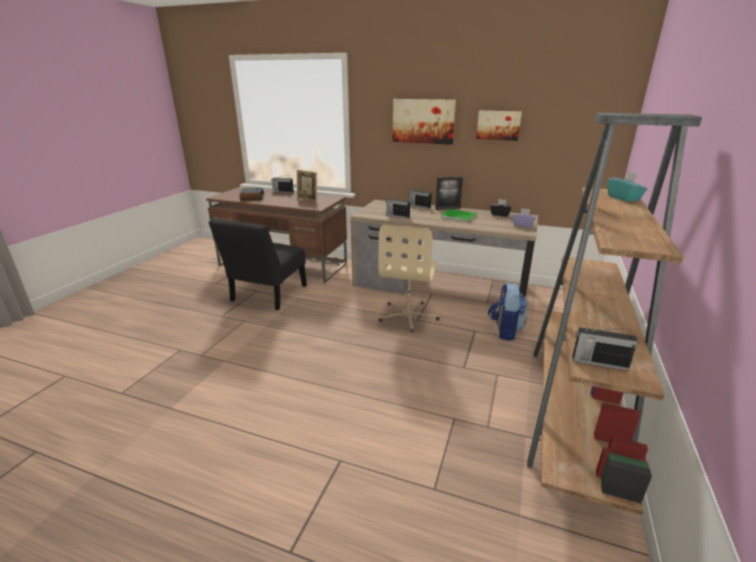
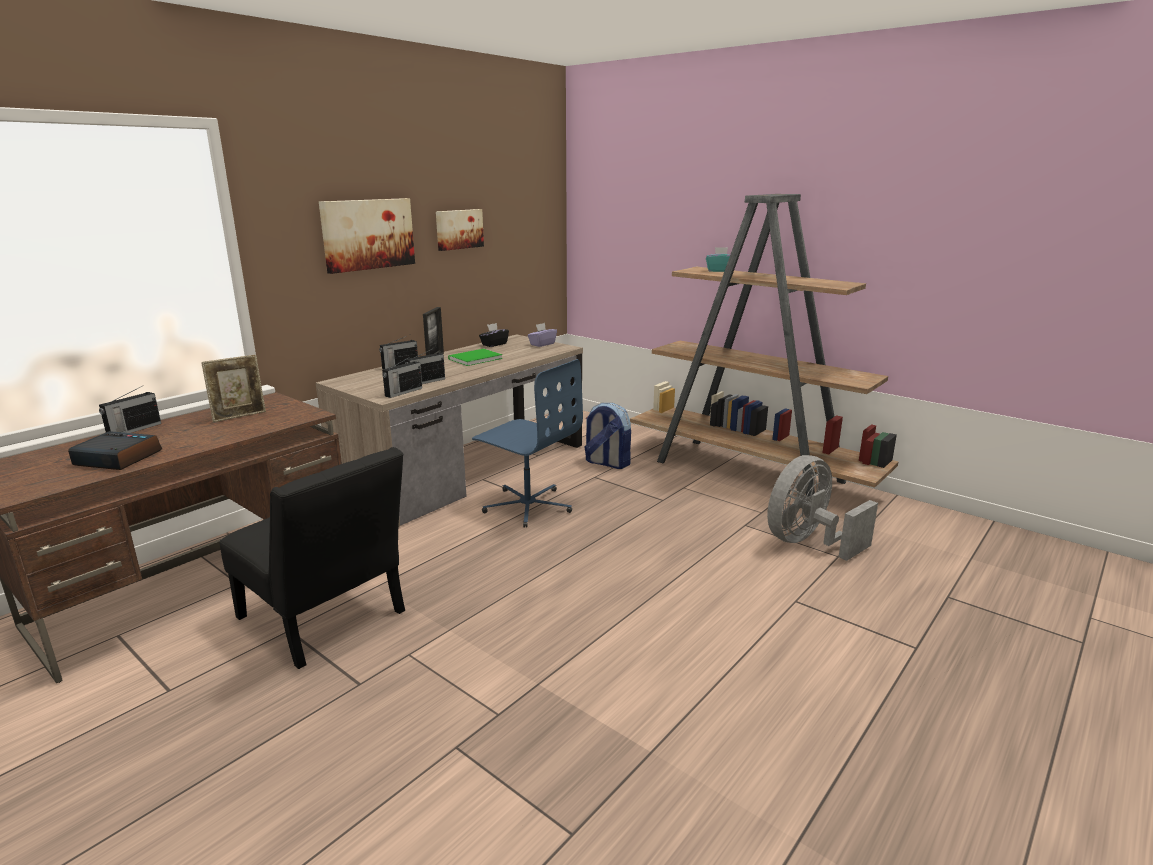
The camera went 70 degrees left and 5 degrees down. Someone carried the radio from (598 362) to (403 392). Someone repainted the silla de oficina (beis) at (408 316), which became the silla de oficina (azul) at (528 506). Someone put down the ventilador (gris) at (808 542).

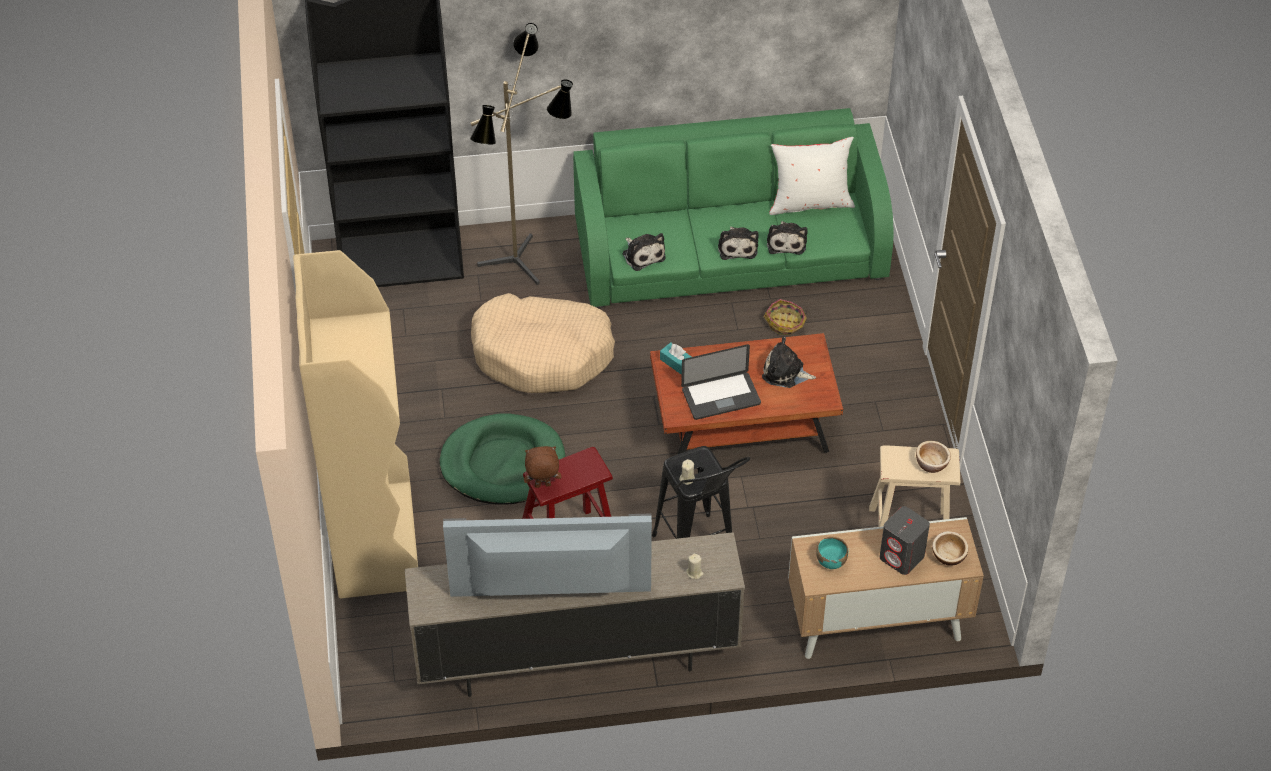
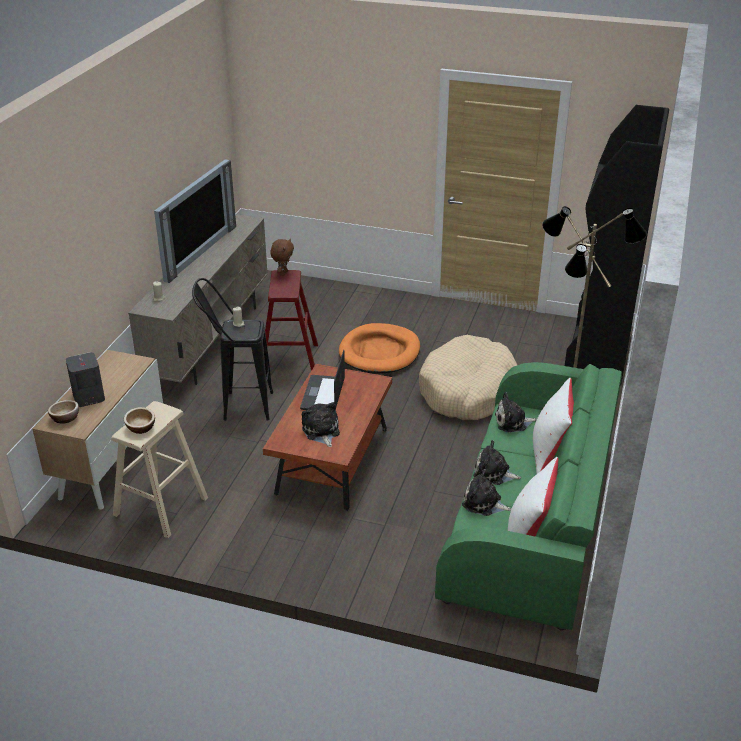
The camera went 115 degrees right and 15 degrees down. Someone rotated the peluche at (785 373) by 60 degrees counterclockwise. Someone repainted the cama para perro (verde) at (503 463), which became the cama para perro (naranja) at (380 352). Someone put down the cojín (blanco) at (550 452). Someone took away the estantería (beis) at (374 539). Someone took away the caja de pañuelos (turquesa) at (676 362). Someone took away the cesta at (785 323). Someone took away the cuenco (turquesa) at (831 561).

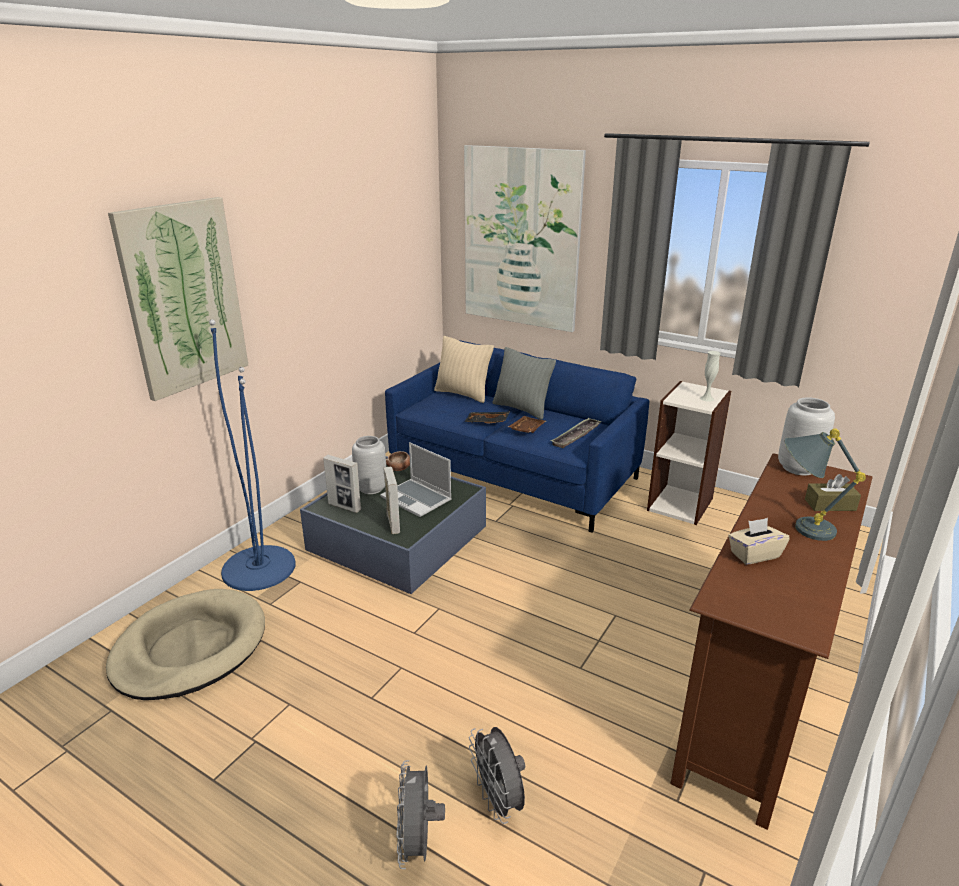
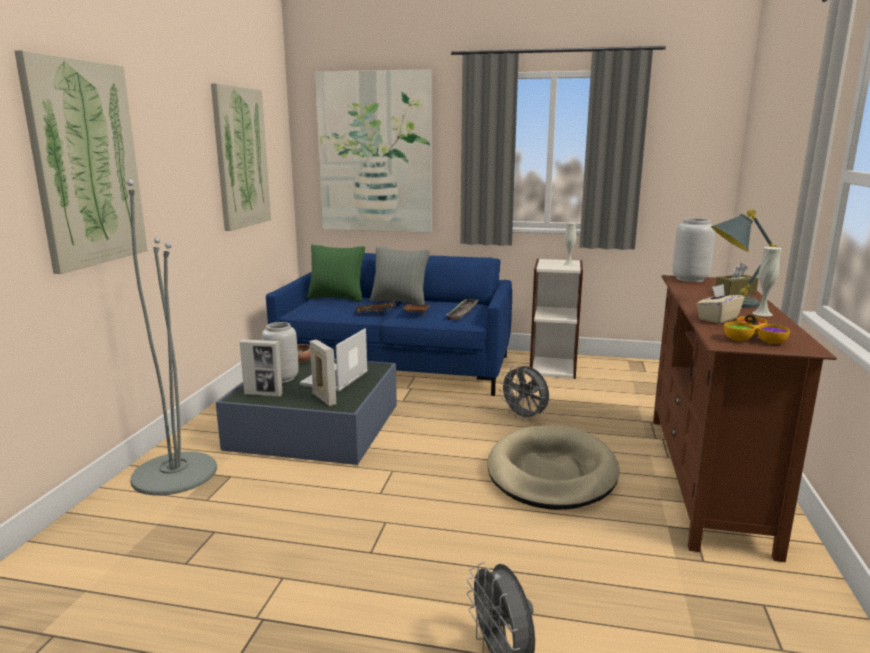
The camera went 20 degrees left and 10 degrees down. Someone repainted the lámpara de pie (azul) at (259 568), which became the lámpara de pie (gris) at (174 473). Someone put up the cuadro at (241 157). Someone rotated the portátil at (417 499) by 90 degrees clockwise. Someone repainted the cojín (beis) at (463 394), which became the cojín (verde) at (337 298). Someone carried the cama para perro (beis) from (190 648) to (551 473). Someone carried the ventilador (gris) from (498 801) to (524 417). Someone put down the cuenco at (752 338). Someone put down the florero (blanco) at (762 313).

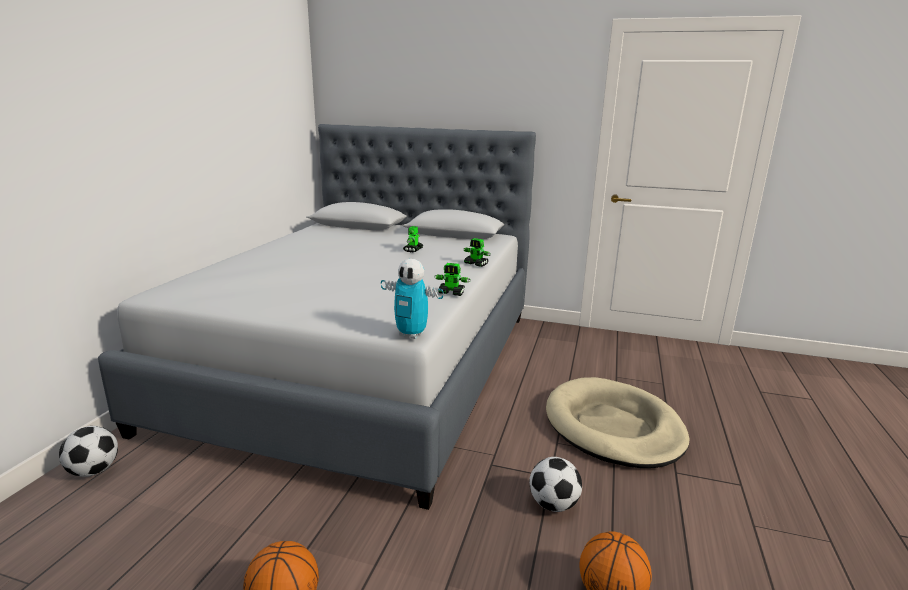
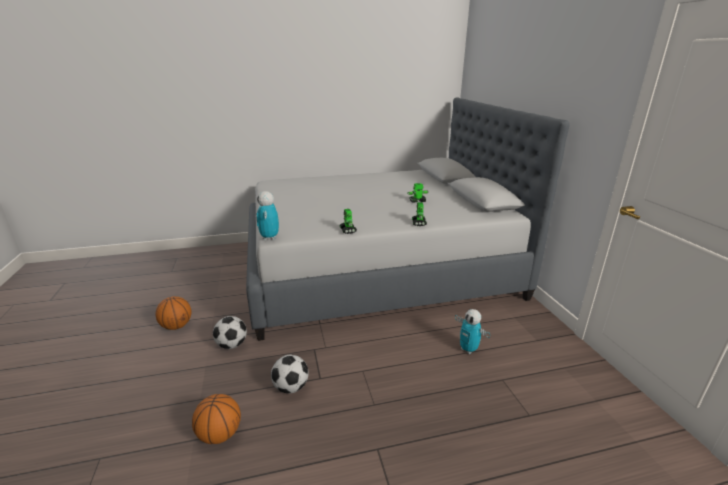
The camera went 60 degrees right and 5 degrees up. Someone carried the balón de fútbol from (94 471) to (232 345). Someone put down the robot de juguete at (468 349). Someone took away the cama para perro (beis) at (613 427).

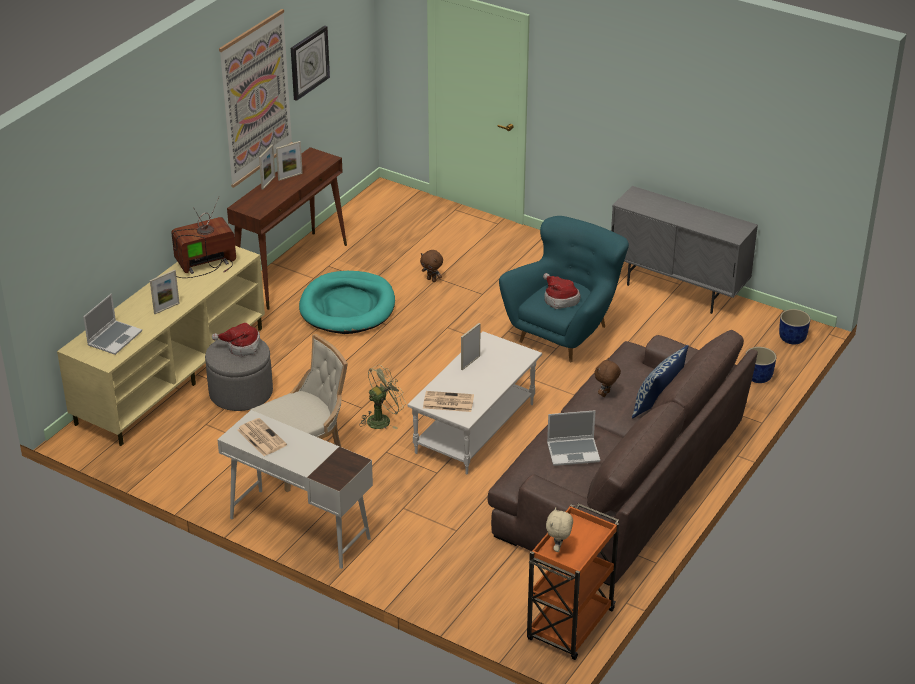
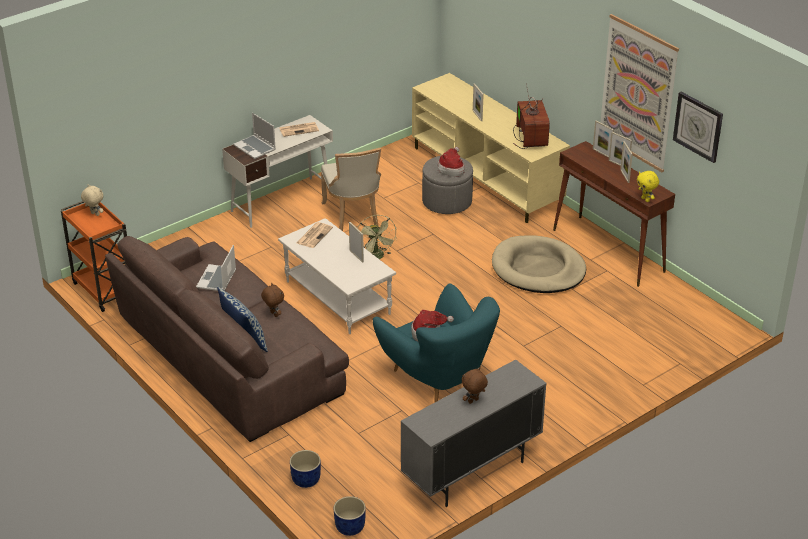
The camera went 110 degrees right and 0 degrees up. Someone carried the portátil from (114 338) to (255 148). Someone carried the peluche (marrón) from (432 280) to (473 401). Someone repainted the cama para perro (turquesa) at (347 307), which became the cama para perro (beis) at (538 269). Someone put down the portarretratos at (601 153). Someone put down the peluche (amarillo) at (646 199).

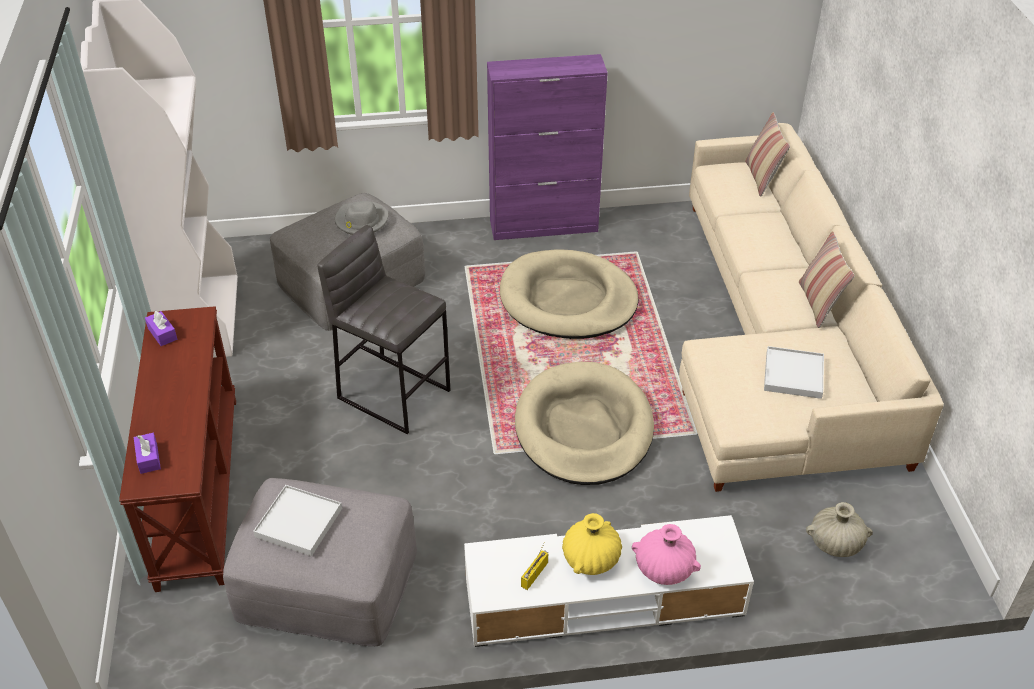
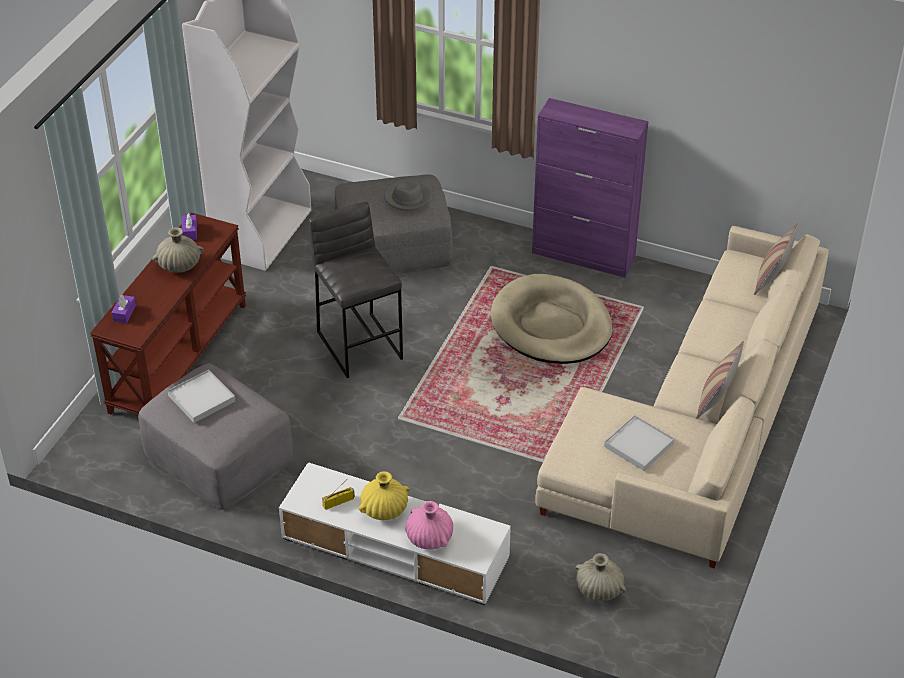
The camera went 30 degrees right and 0 degrees up. Someone put down the florero (beis) at (179 265). Someone took away the cama para perro (beis) at (584 428).

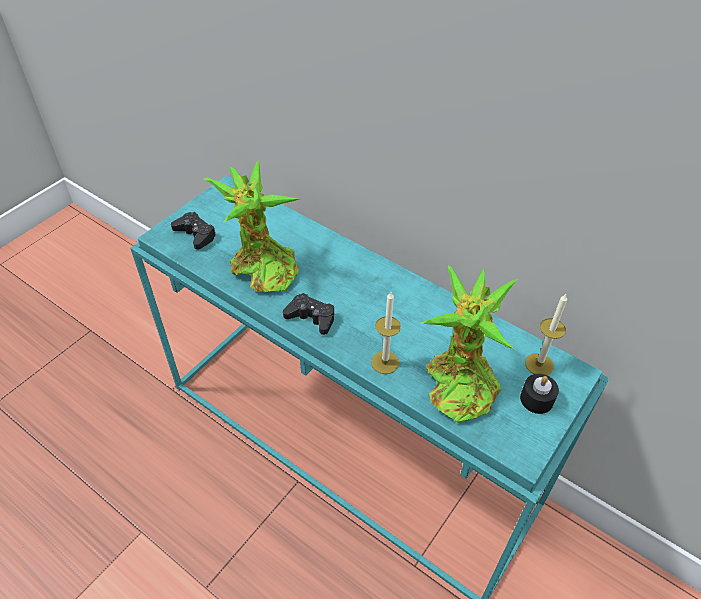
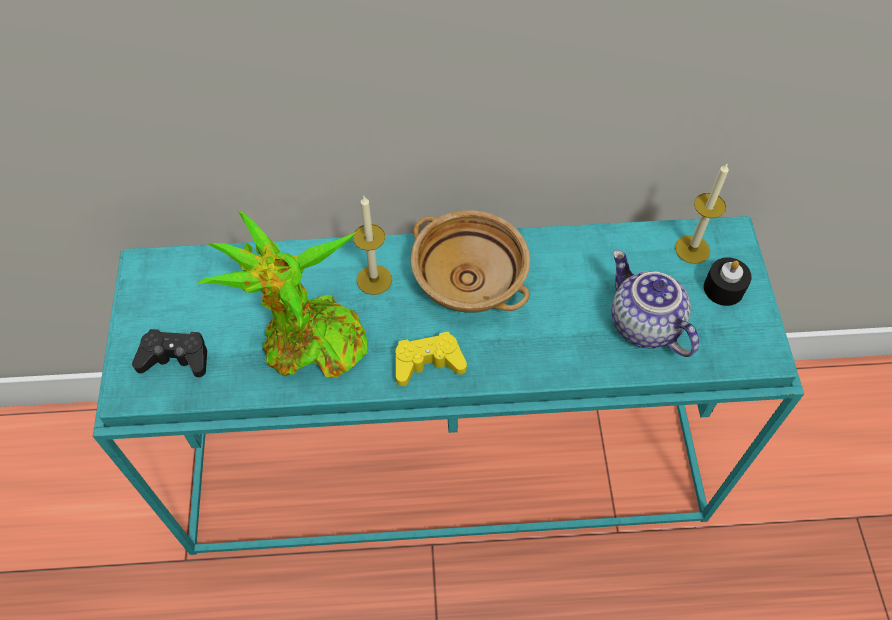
The camera went 40 degrees left and 10 degrees up. Someone carried the vela from (385 362) to (374 279). Someone repainted the mando de consola (negro) at (311 317), which became the mando de consola (amarillo) at (428 363). Someone put down the cuenco (beis) at (470 279). Someone swapped the planta en maceta at (458 383) for the tetera at (642 325).

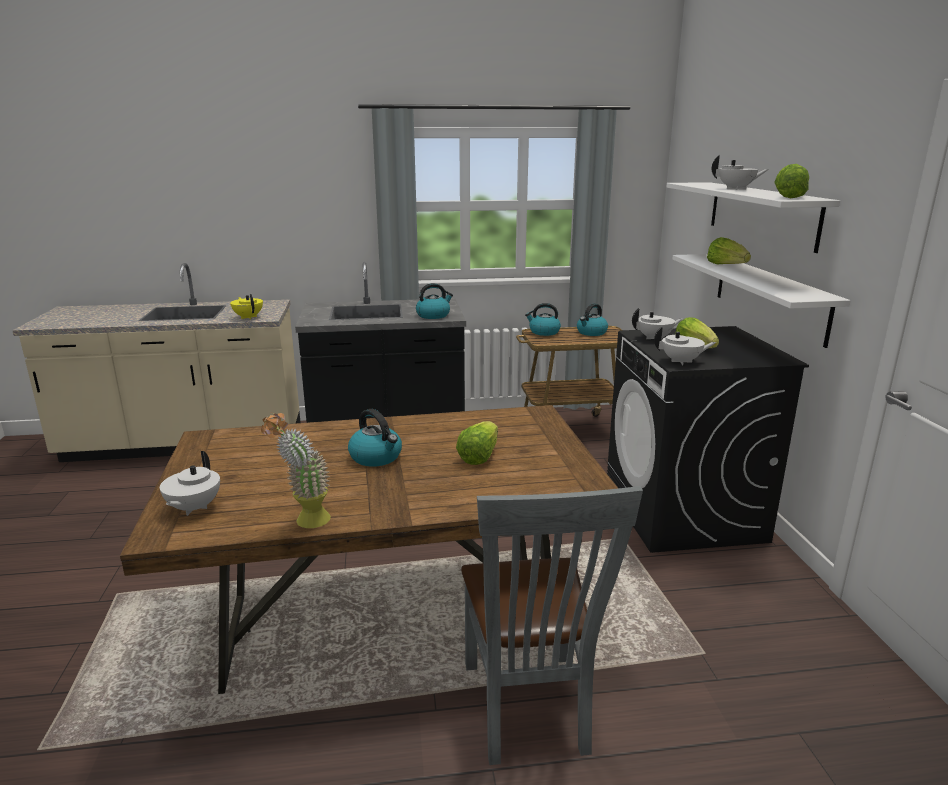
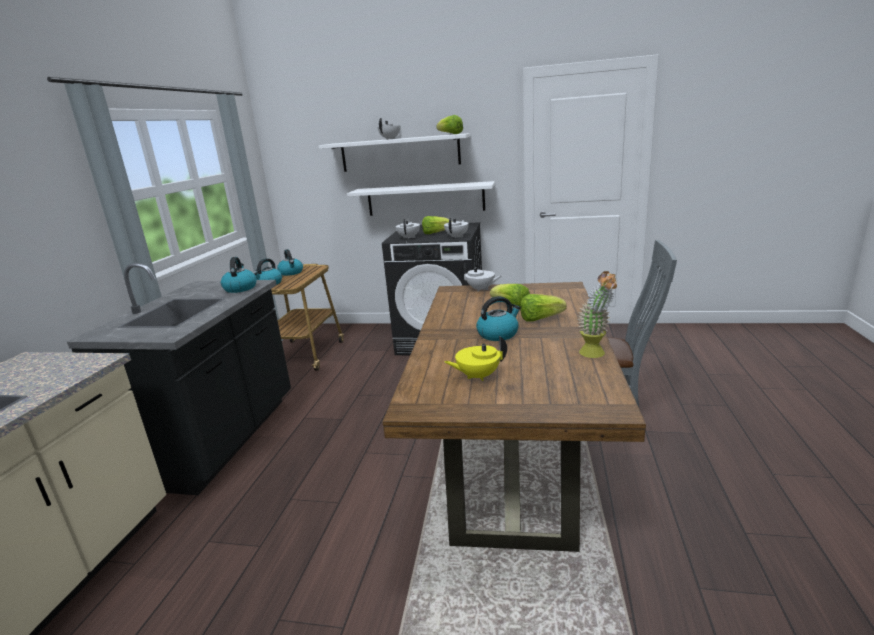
The camera went 70 degrees left and 0 degrees up. Someone carried the tetera (amarillo) from (248 317) to (477 376). Someone carried the tetera (blanco) from (193 508) to (481 289). Someone carried the lechuga from (726 266) to (540 319).

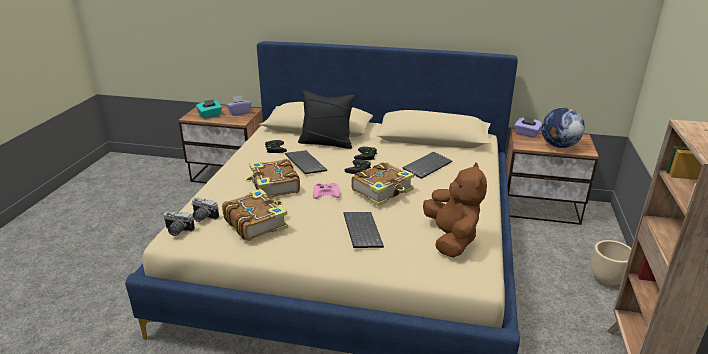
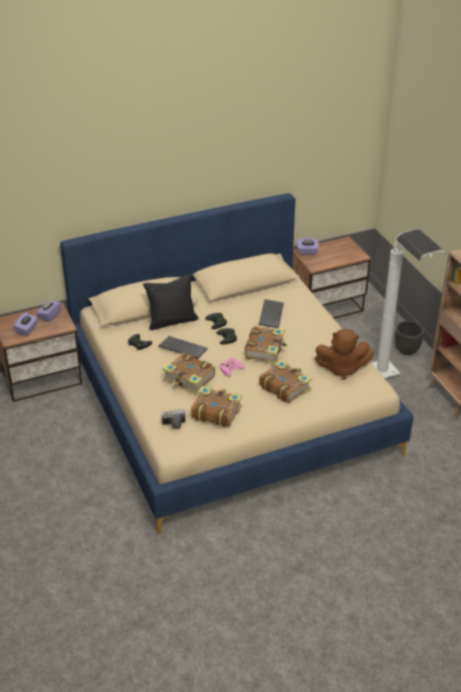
The camera went 35 degrees left and 10 degrees up. Someone repainted the caja de pañuelos (turquesa) at (210 115), which became the caja de pañuelos (morado) at (27 330). Someone swapped the teclado at (361 230) for the libro at (284 387). Someone rotated the peluche (marrón) at (451 239) by 135 degrees clockwise. Someone put down the lámpara de pie (blanco) at (392 382). Someone repainted the maceta (beis) at (607 280), which became the maceta (negro) at (407 350). Someone took away the cámara at (177 231). Someone took away the globo terráqueo at (558 146).

